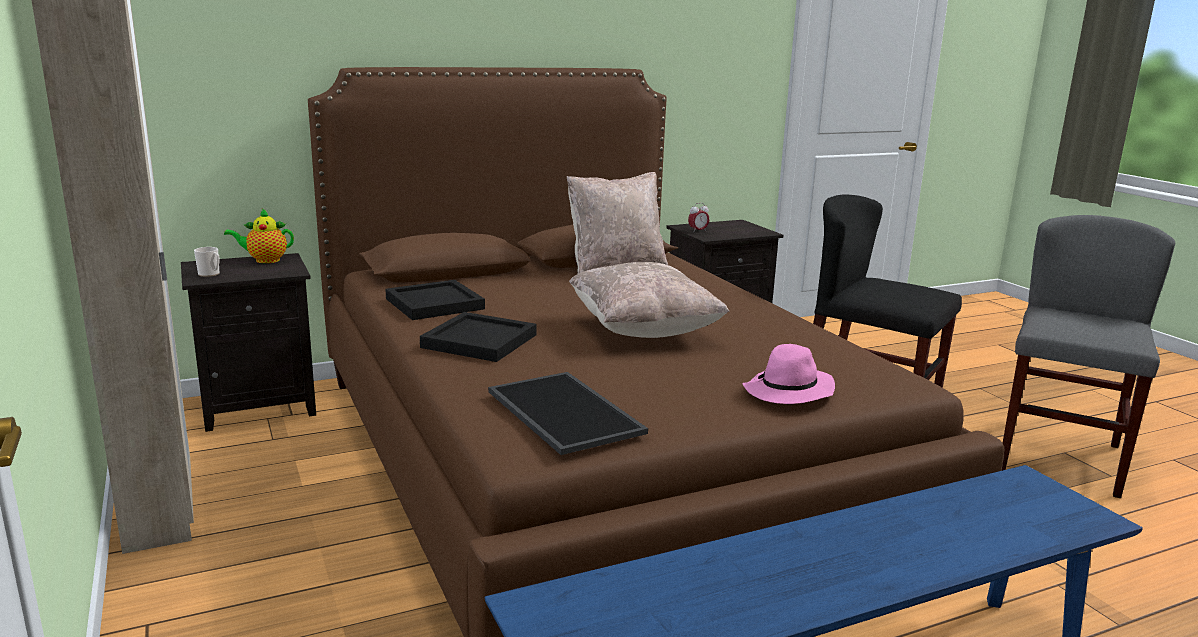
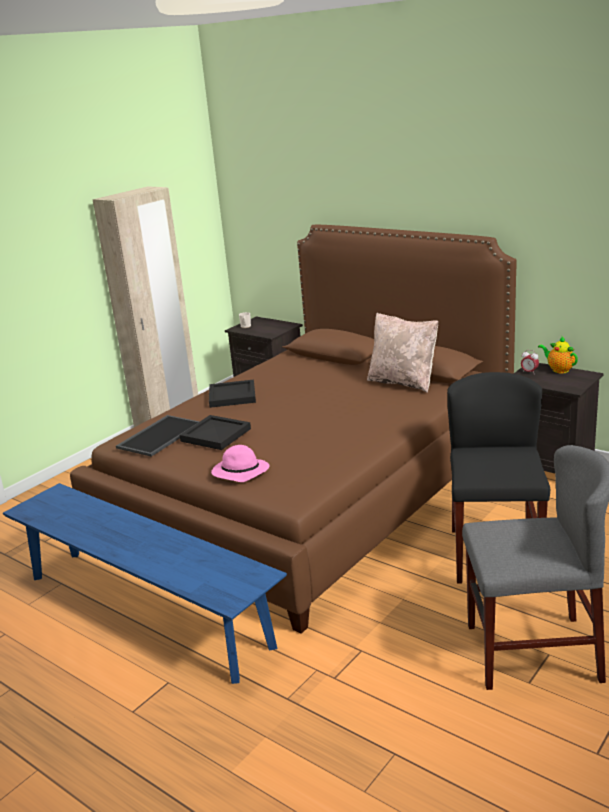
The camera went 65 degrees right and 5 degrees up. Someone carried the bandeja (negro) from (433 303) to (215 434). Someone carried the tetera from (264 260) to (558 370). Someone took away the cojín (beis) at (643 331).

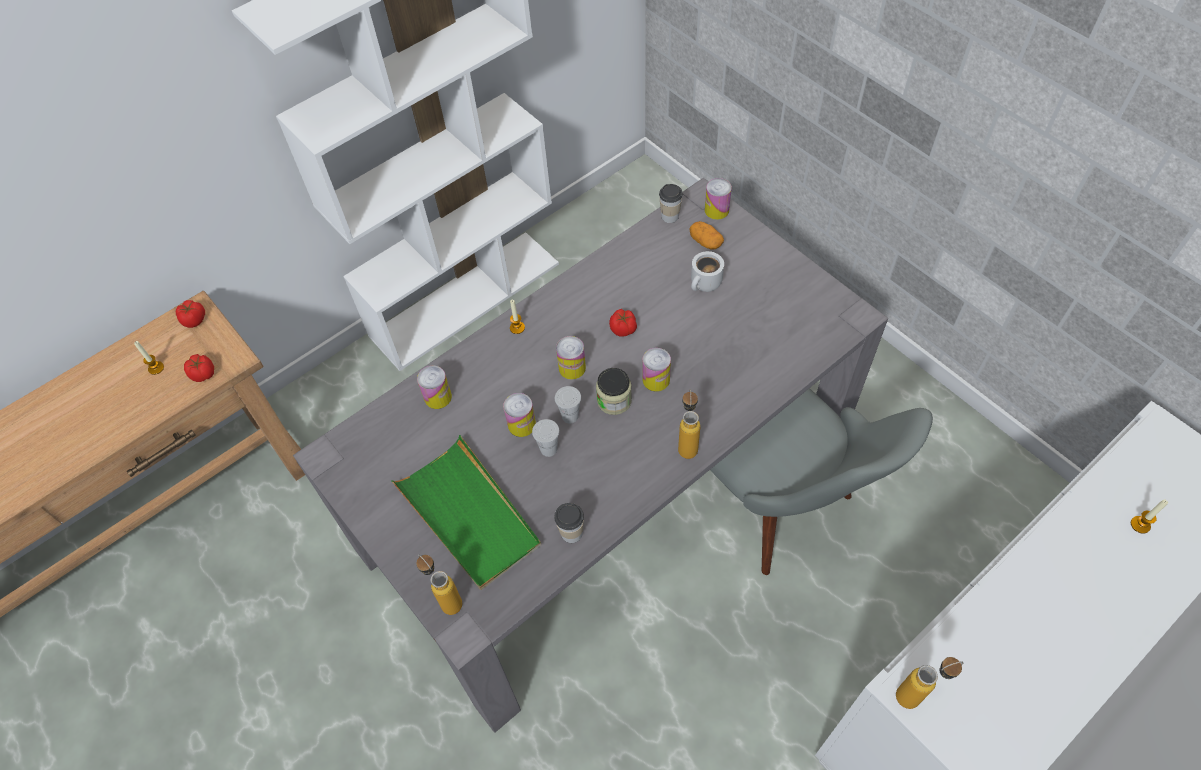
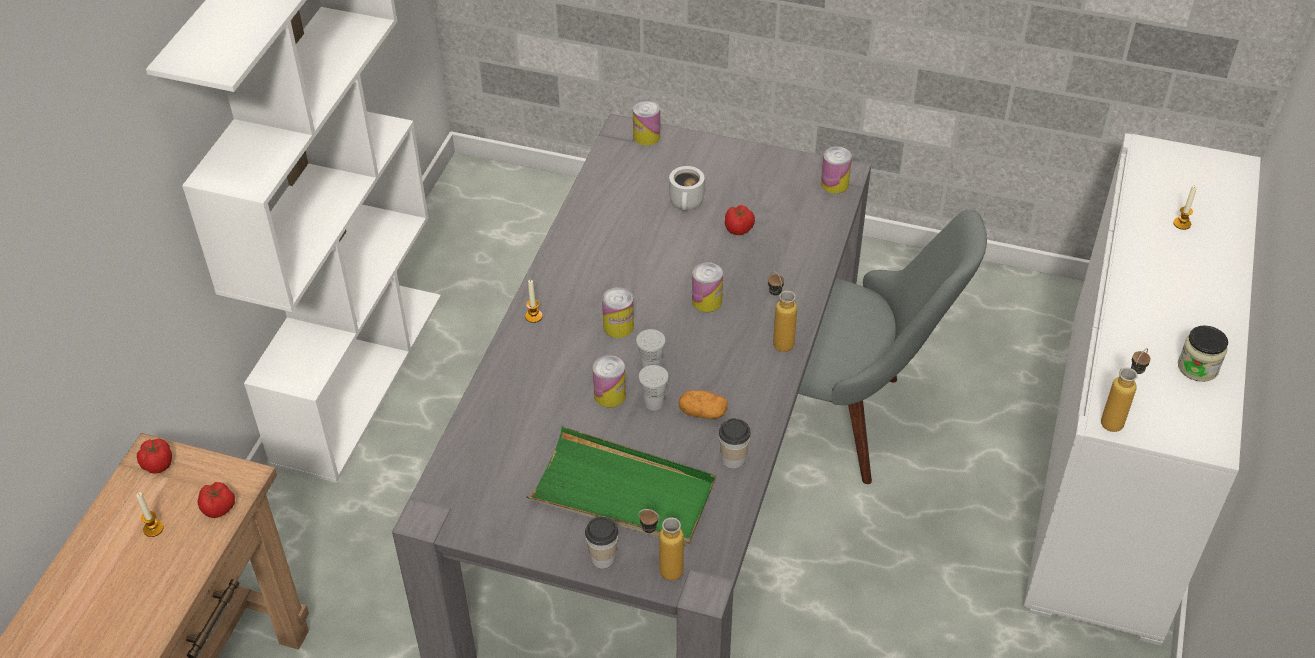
The camera went 35 degrees left and 10 degrees down. Someone carried the taza from (670 216) to (603 558). Someone carried the patata from (705 242) to (703 412). Someone carried the tomate from (623 329) to (739 228). Someone carried the lata from (438 397) to (834 184). Someone carried the tarro from (614 400) to (1198 367).

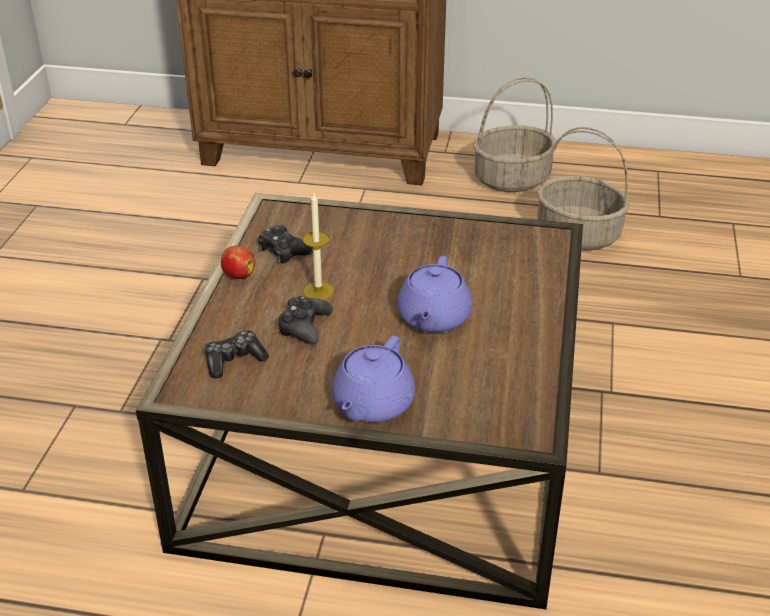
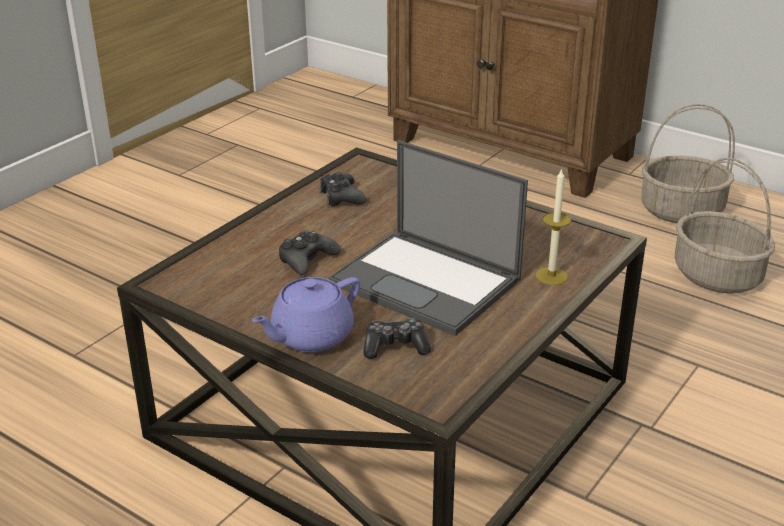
The camera went 25 degrees right and 5 degrees down. Someone swapped the tetera (morado) at (433 319) for the portátil at (427 282). Someone carried the mando de consola from (234 360) to (395 346). Someone carried the vela from (318 291) to (551 276). Someone took away the manzana at (238 275).

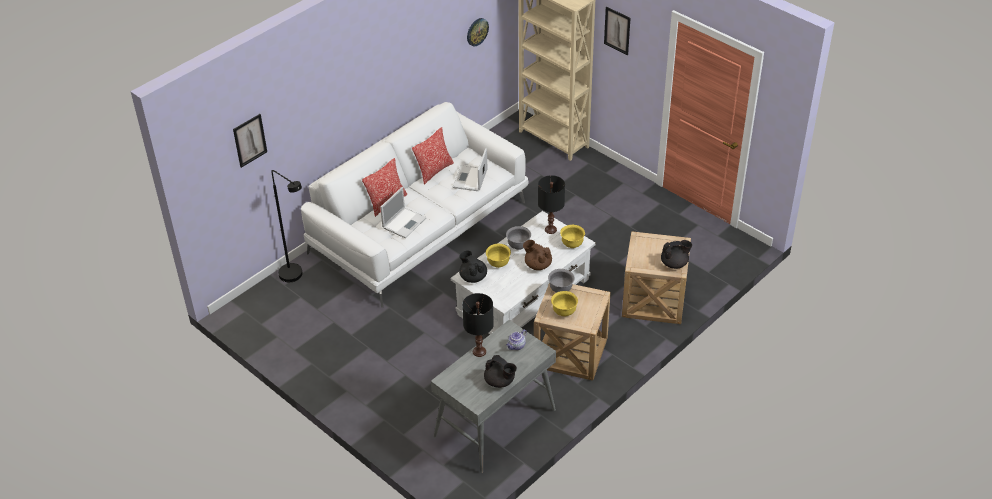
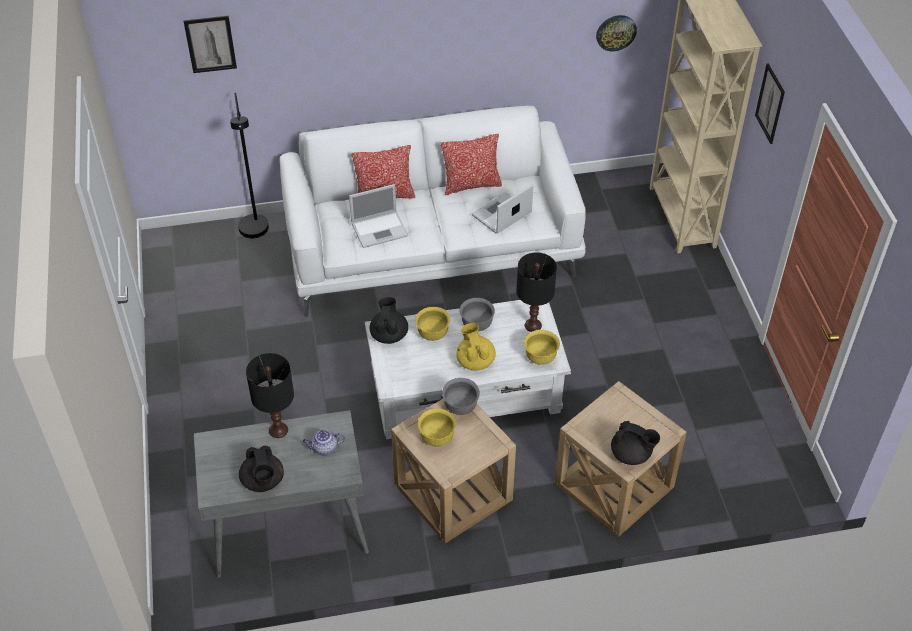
The camera went 35 degrees right and 5 degrees up. Someone repainted the tetera (marrón) at (537 265), which became the tetera (amarillo) at (475 361).

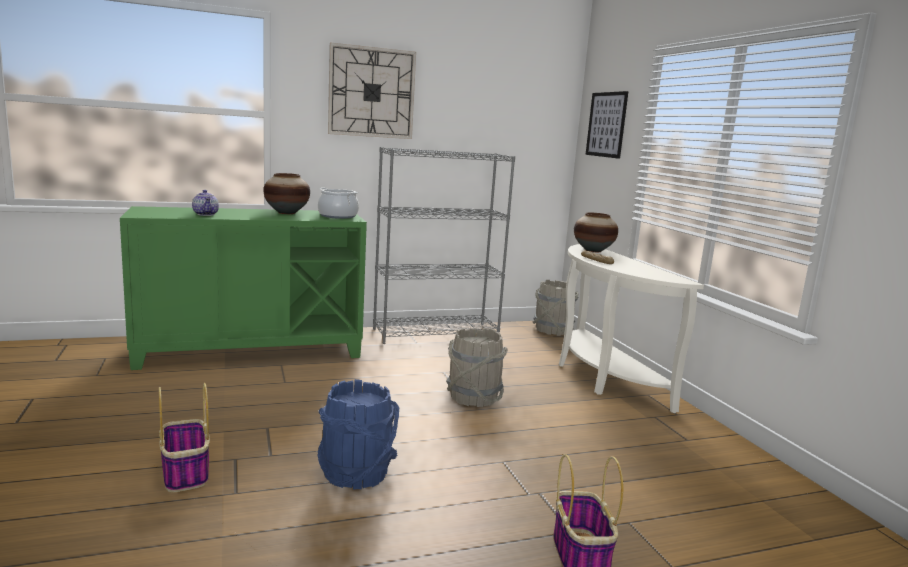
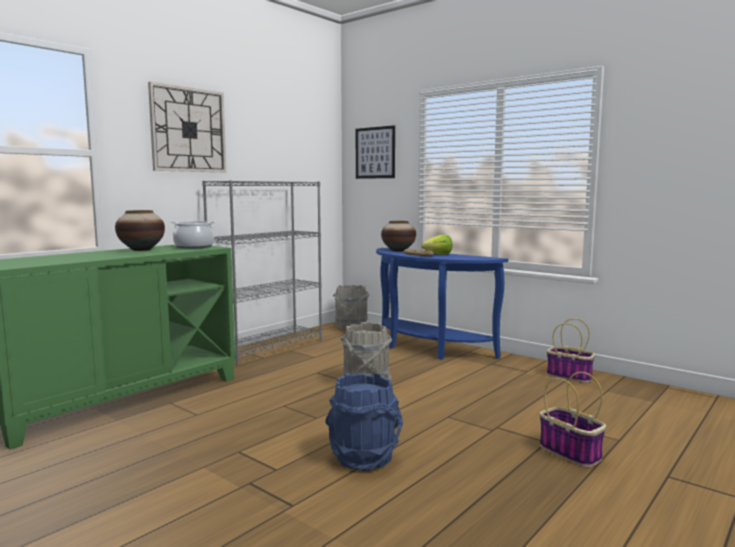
The camera went 30 degrees left and 5 degrees down. Someone repainted the mesa consola (blanco) at (601 377), which became the mesa consola (azul) at (427 348). Someone put down the lechuga at (438 254). Someone carried the cesta from (186 473) to (570 376). Someone took away the tetera at (206 214).

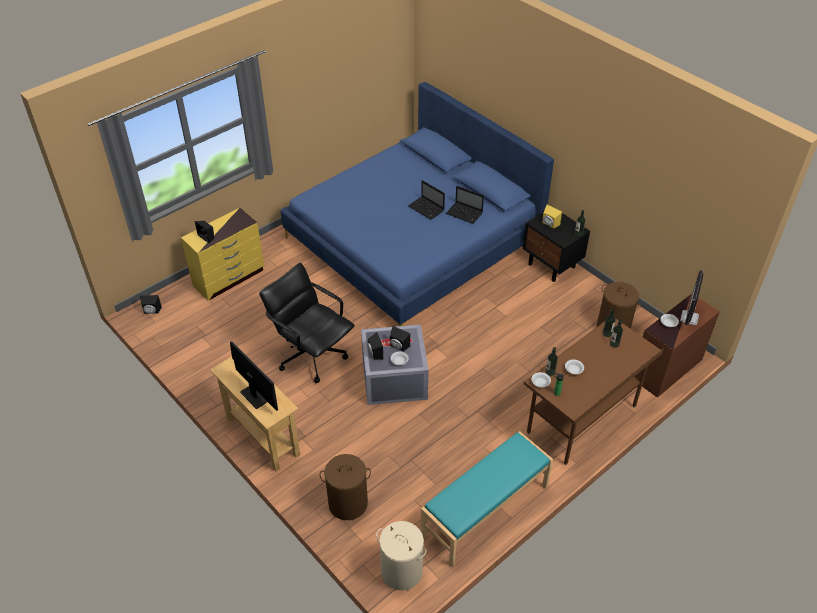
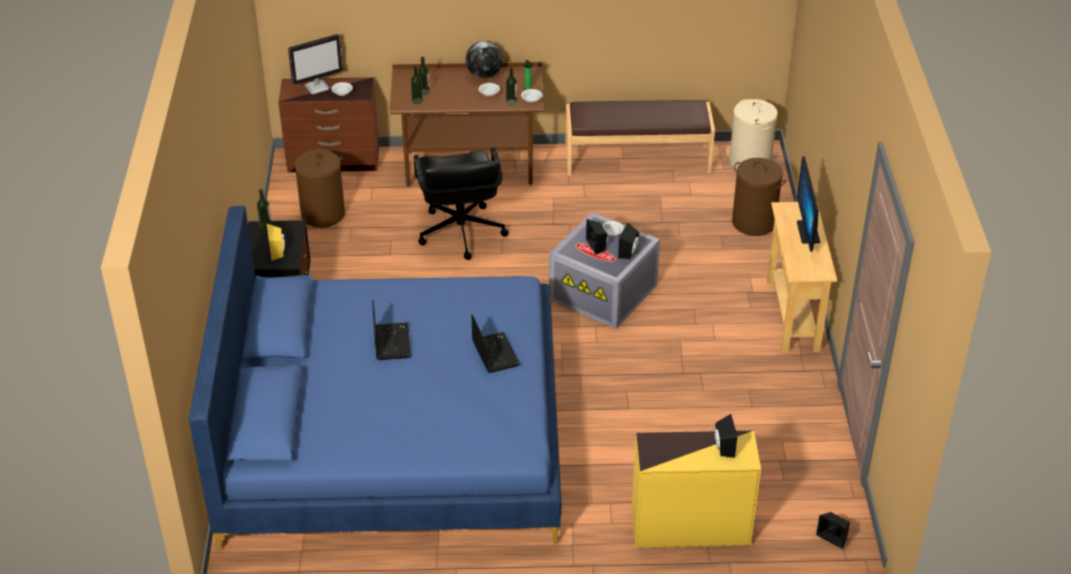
The camera went 140 degrees left and 5 degrees down. Someone carried the silla de oficina (negro) from (312 355) to (460 233). Someone put down the globo terráqueo at (484 75). Someone carried the portátil from (465 213) to (494 352). Someone repainted the banco (turquesa) at (485 511), which became the banco (marrón) at (637 159).

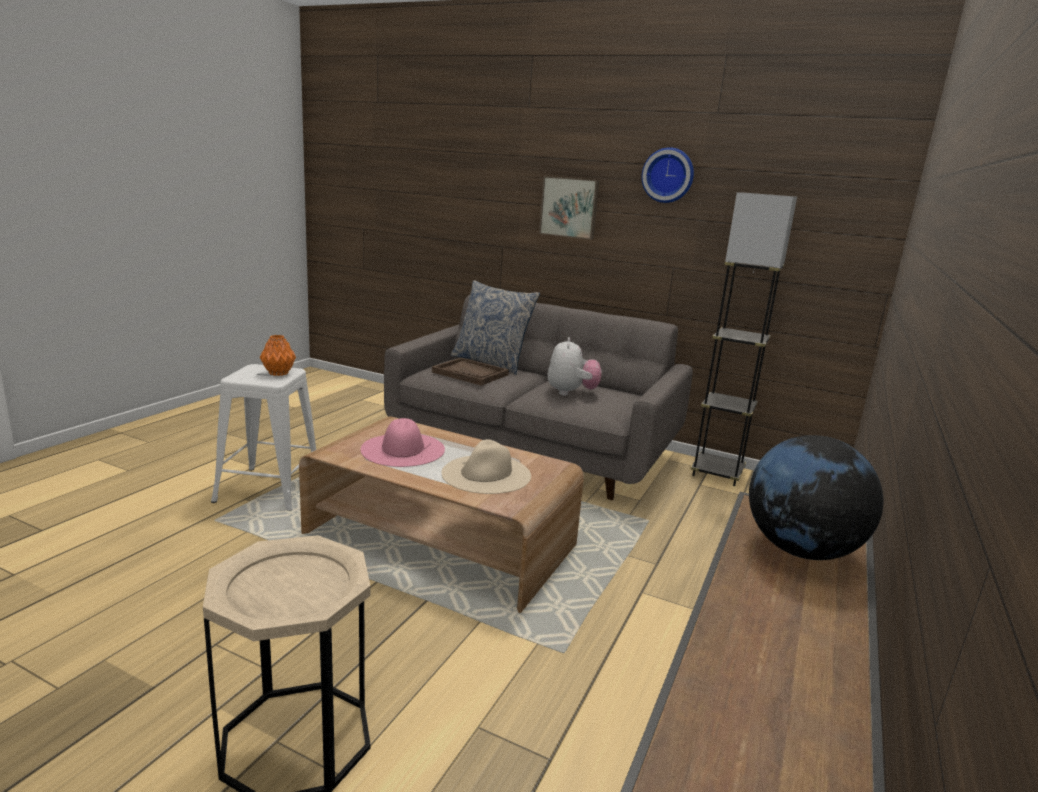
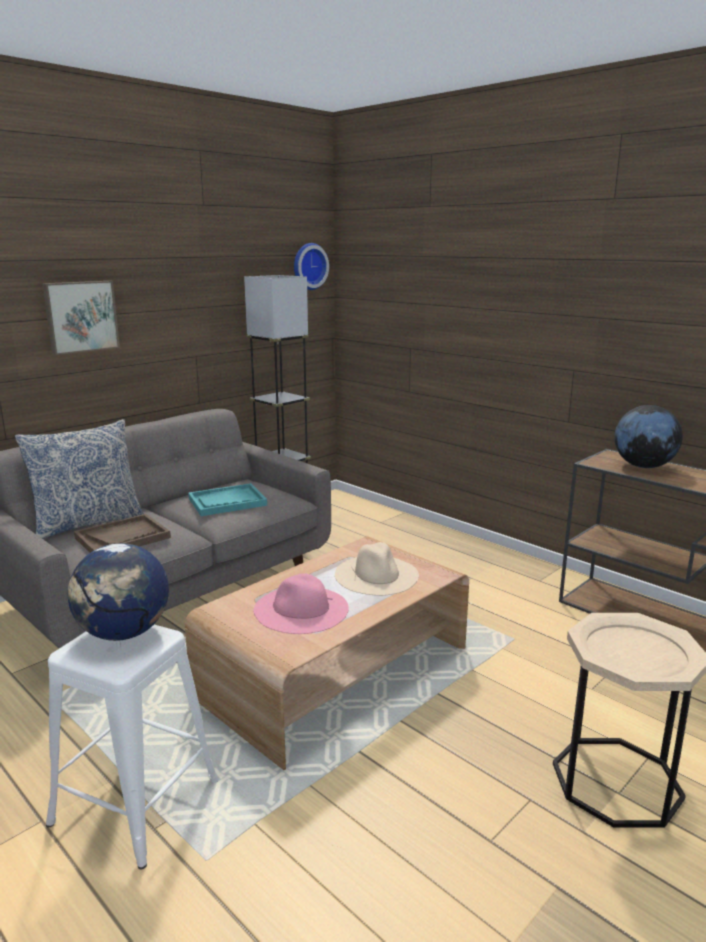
The camera went 70 degrees left and 0 degrees up. Someone swapped the florero (naranja) at (278 373) for the globo terráqueo at (124 633). Someone swapped the peluche at (571 393) for the bandeja (turquesa) at (227 502). Someone carried the reloj de pared from (668 175) to (308 266).

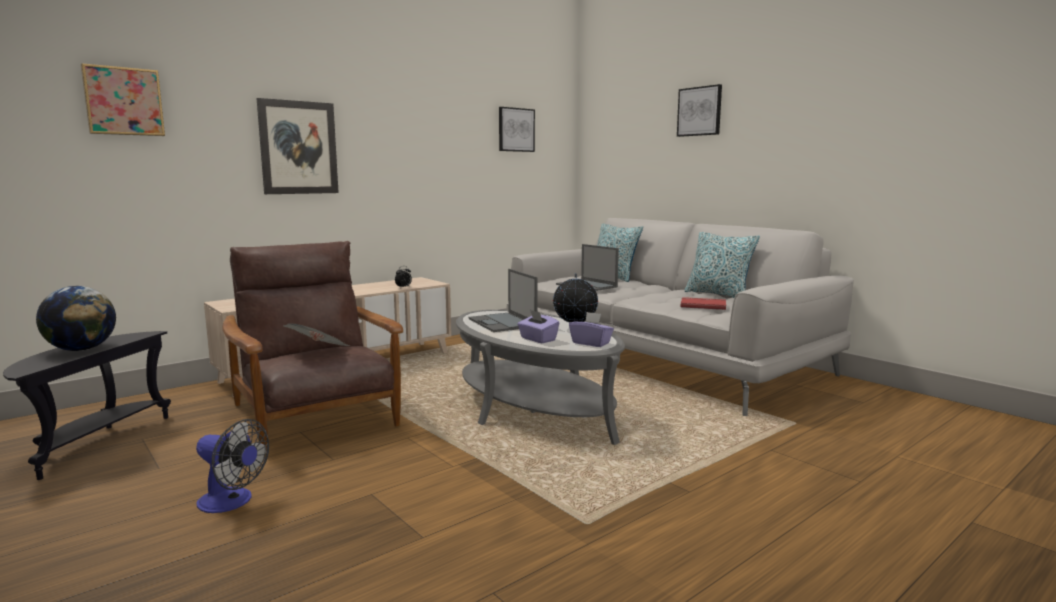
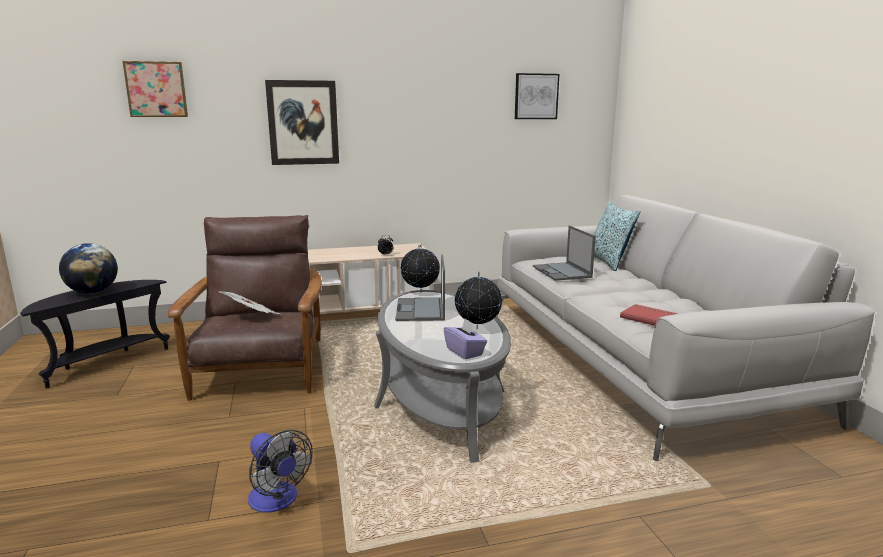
The camera went 25 degrees right and 5 degrees up. Someone carried the ventilador from (232 502) to (277 501). Someone put down the globo terráqueo at (420 292). Someone took away the caja de pañuelos (morado) at (537 339). Someone took away the cuadro at (699 111). Someone took away the cojín at (718 295).

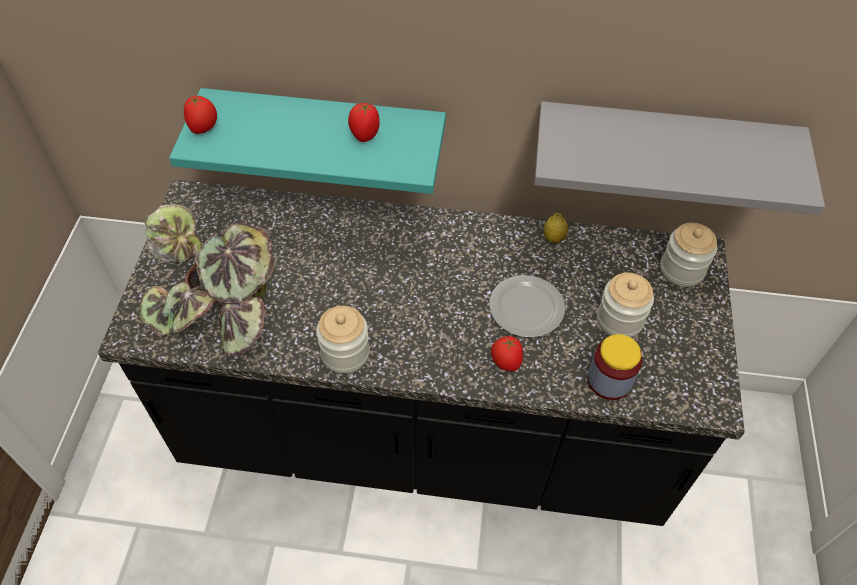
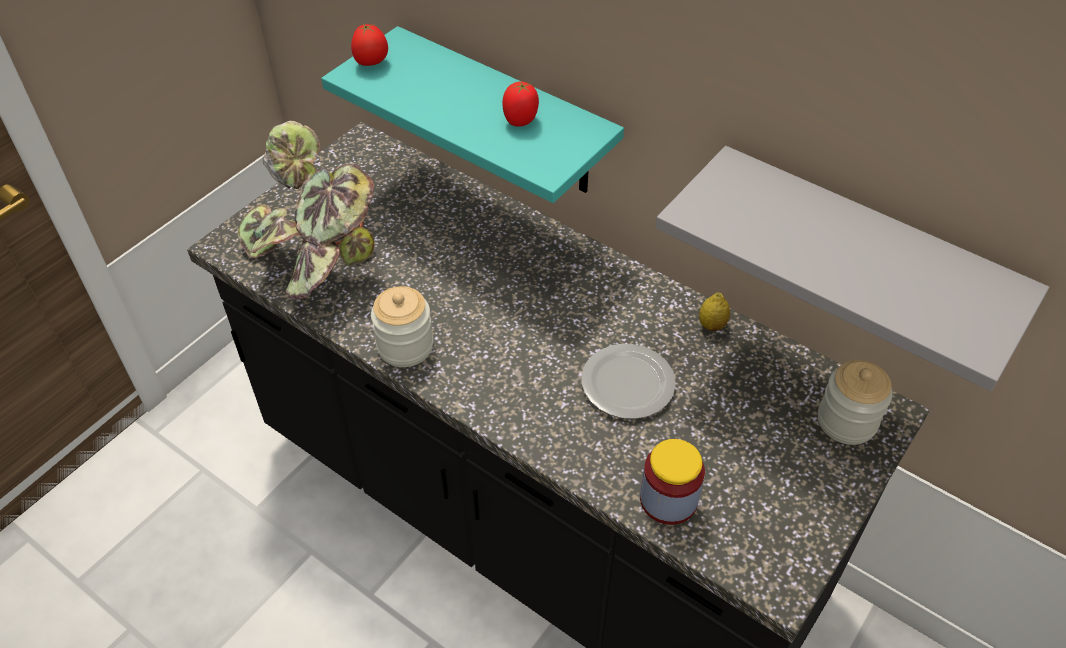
The camera went 30 degrees right and 5 degrees down. Someone took away the tomate at (505 363). Someone took away the tarro at (619 320).

